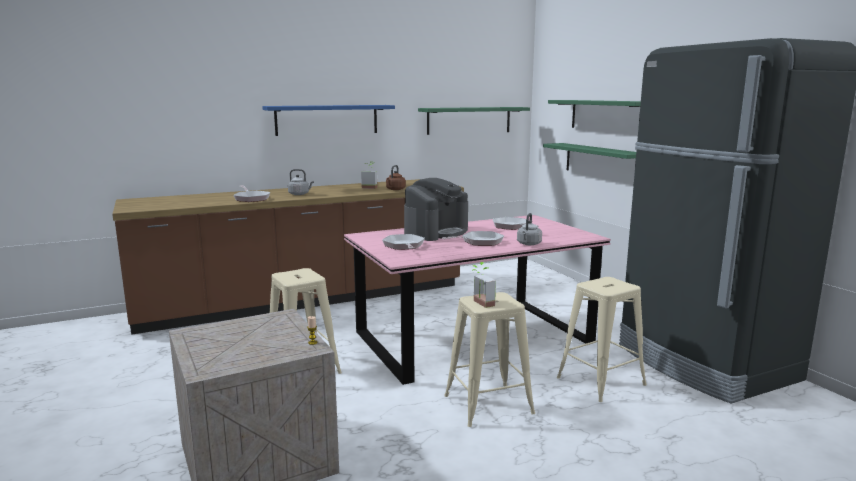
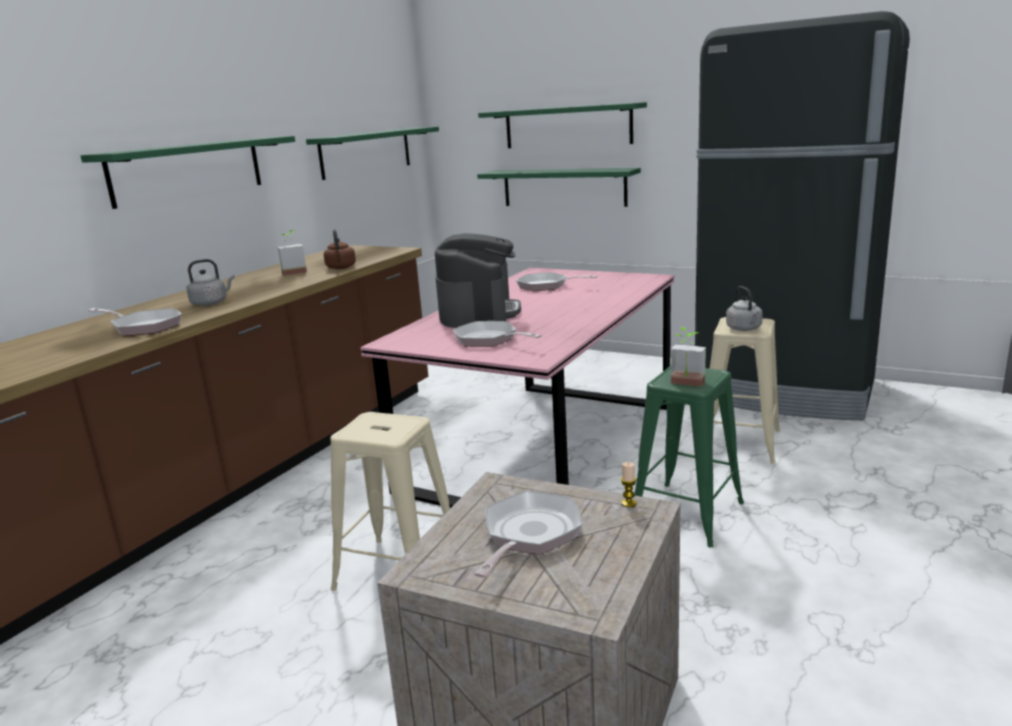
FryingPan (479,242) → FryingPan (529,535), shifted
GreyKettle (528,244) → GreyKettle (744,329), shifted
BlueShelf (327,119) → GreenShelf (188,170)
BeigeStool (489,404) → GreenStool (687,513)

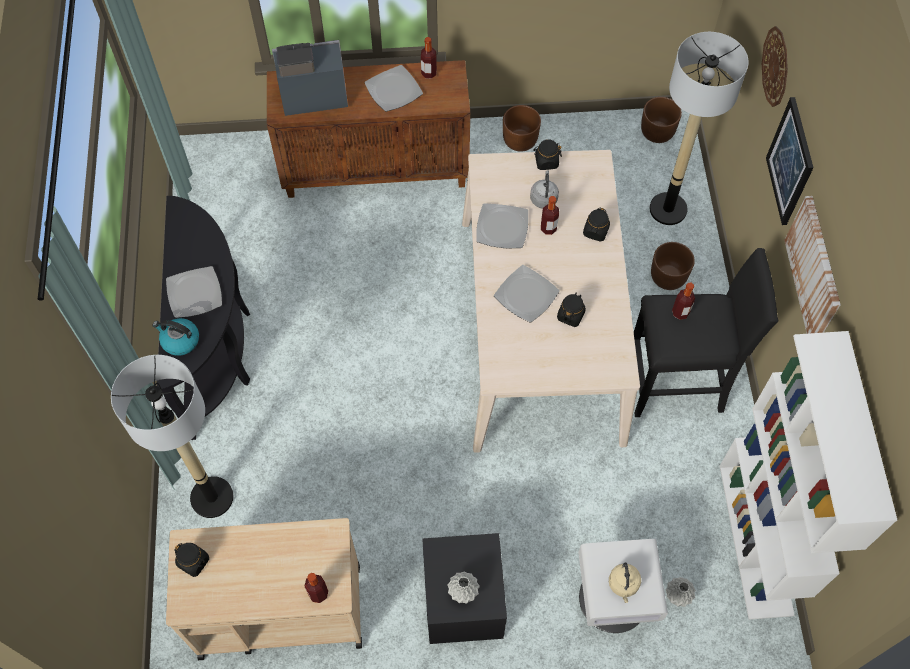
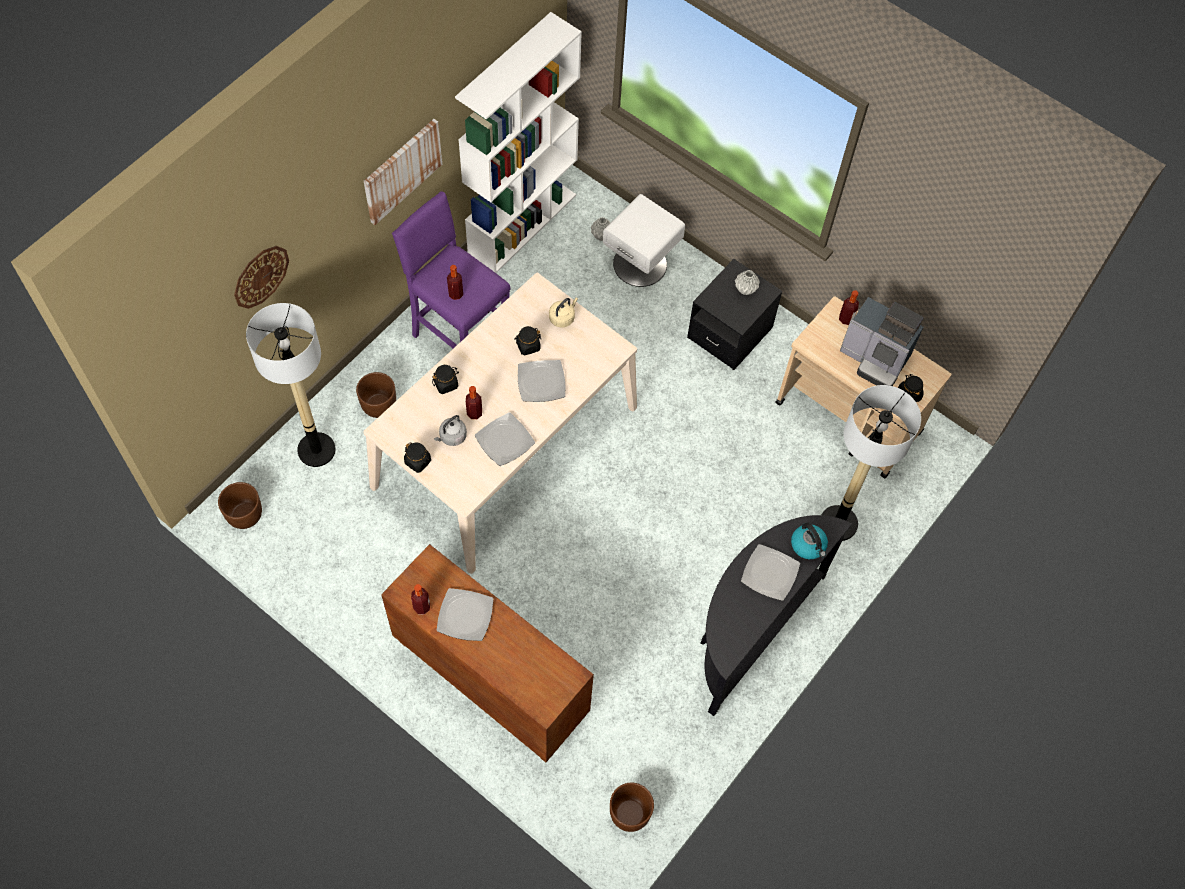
Picture (790,162) → -
CoffeeMachine (311,95) → CoffeeMachine (875,359), shifted
BrownPlanter (520,140) → BrownPlanter (630,813), shifted
BeigeKettle (623,585) → BeigeKettle (563,317), shifted
BlackStool (677,383) → PurpleStool (459,337)

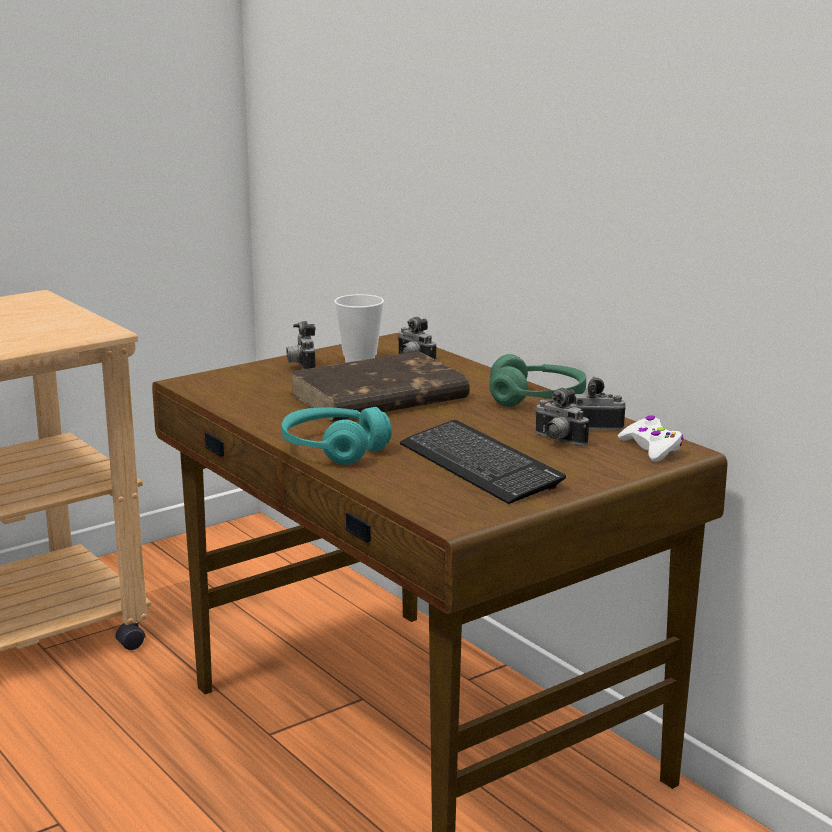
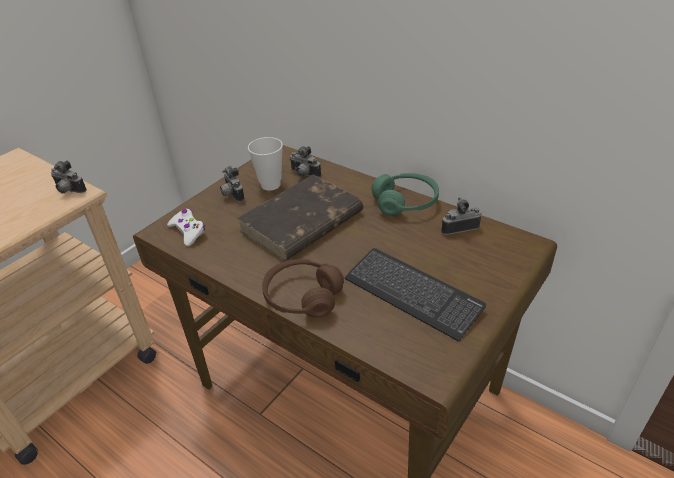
PhotoCamera (557,441) → PhotoCamera (69,191), shifted
WhiteGameController (651,448) → WhiteGameController (188,231), shifted
TurquoiseHeadphones (334,449) → BrownHeadphones (302,297)

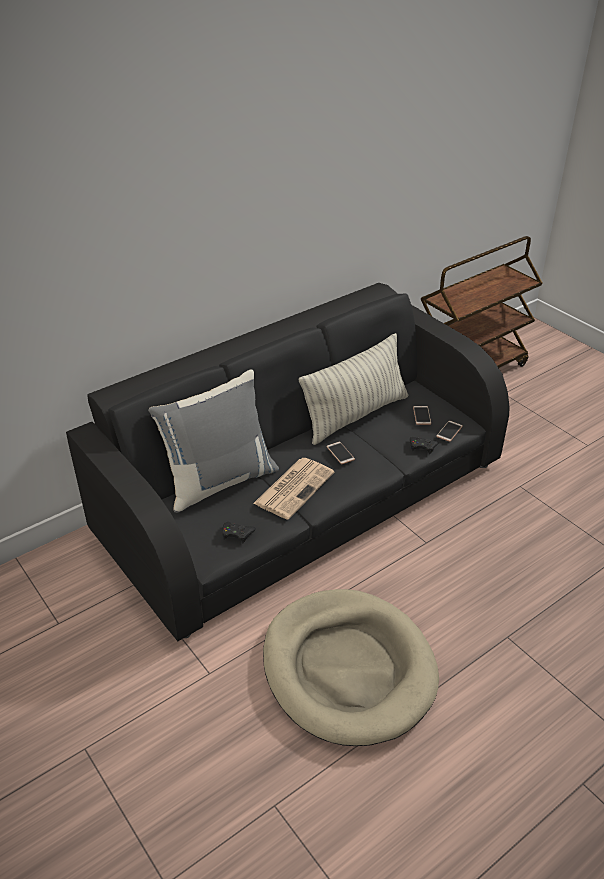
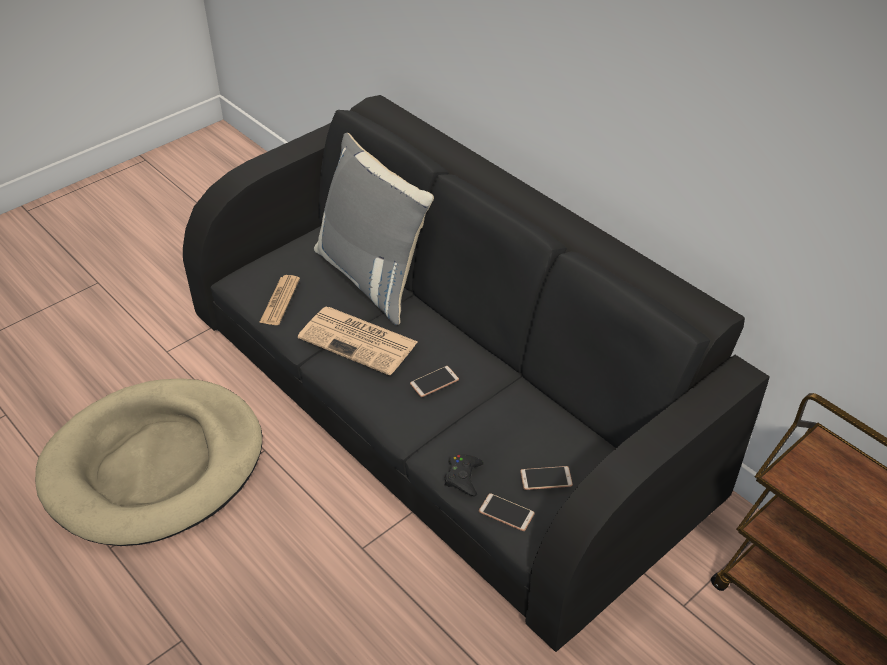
Pillow (355,415) → -
BlackGameController (237,534) → Newspaper (280,301)

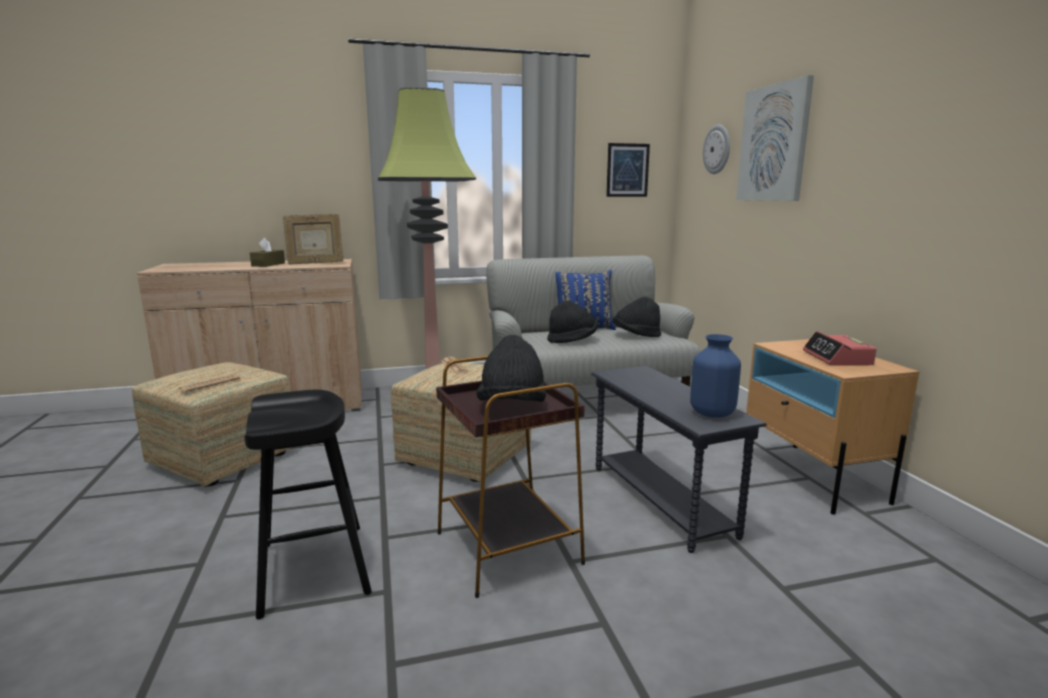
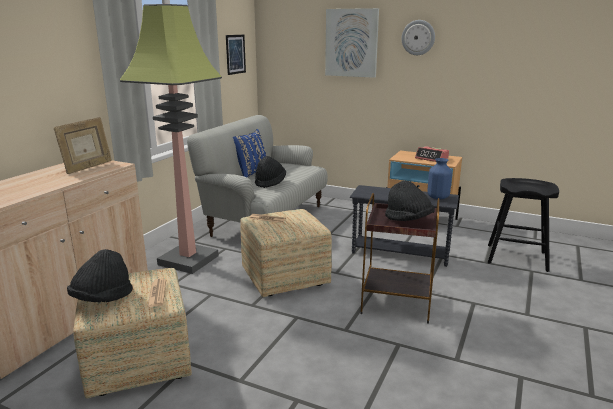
BrownTissueBox (268,264) → -
BlackStool (314,568) → BlackStool (516,258), shifted
BlackHat (636,335) → BlackHat (102,298), shifted
WallClock (717,149) → WallClock (418,37), shifted

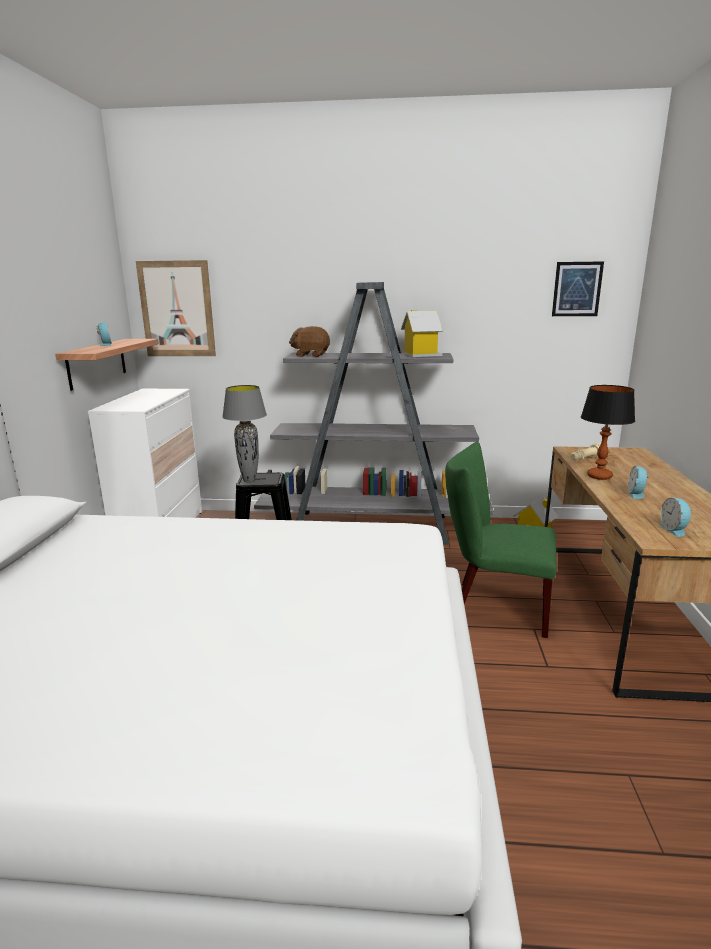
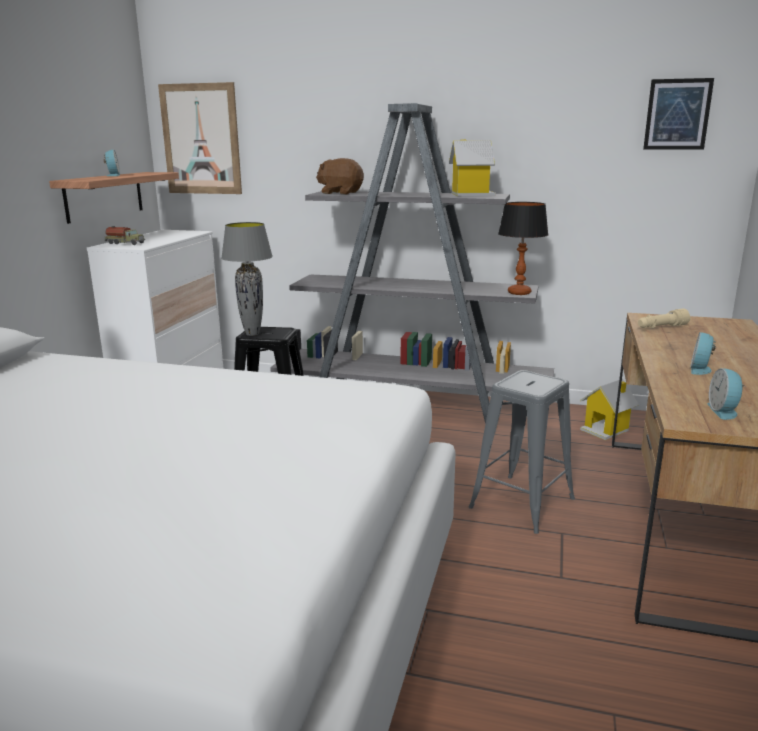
- → ToyTruck (126,243)
TableLamp (599,476) → TableLamp (519,293), shifted
GreenChair (494,606) → GreyStool (522,503)

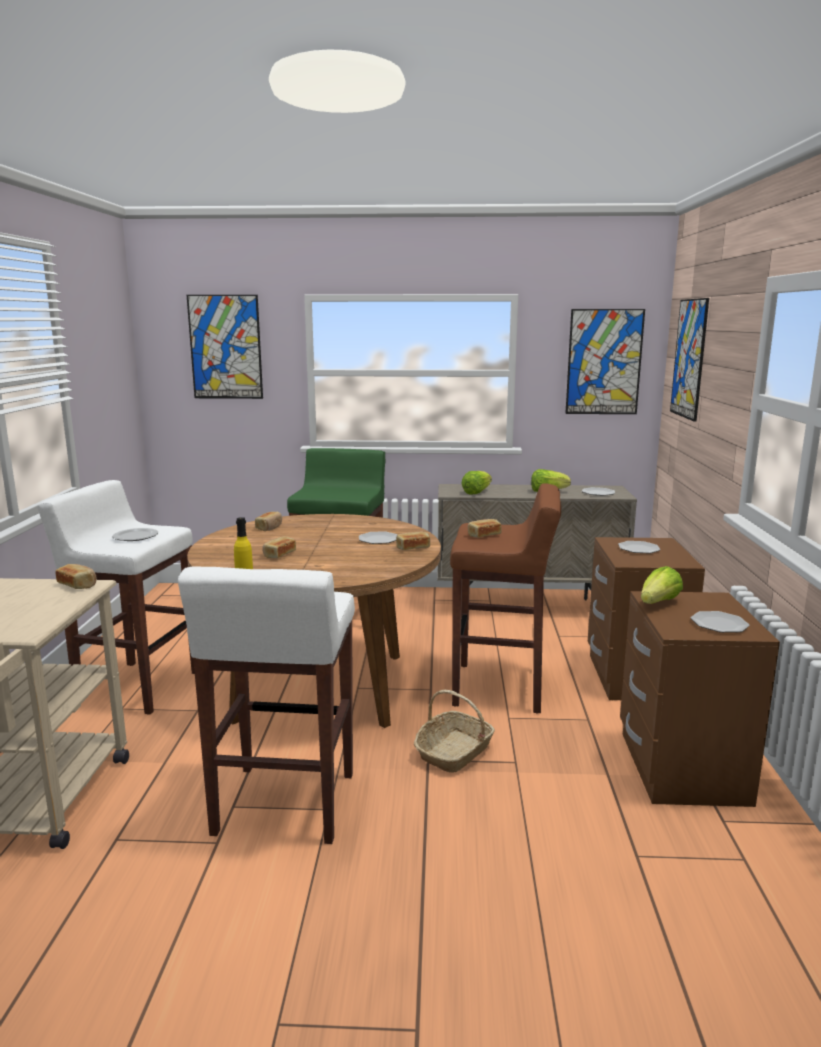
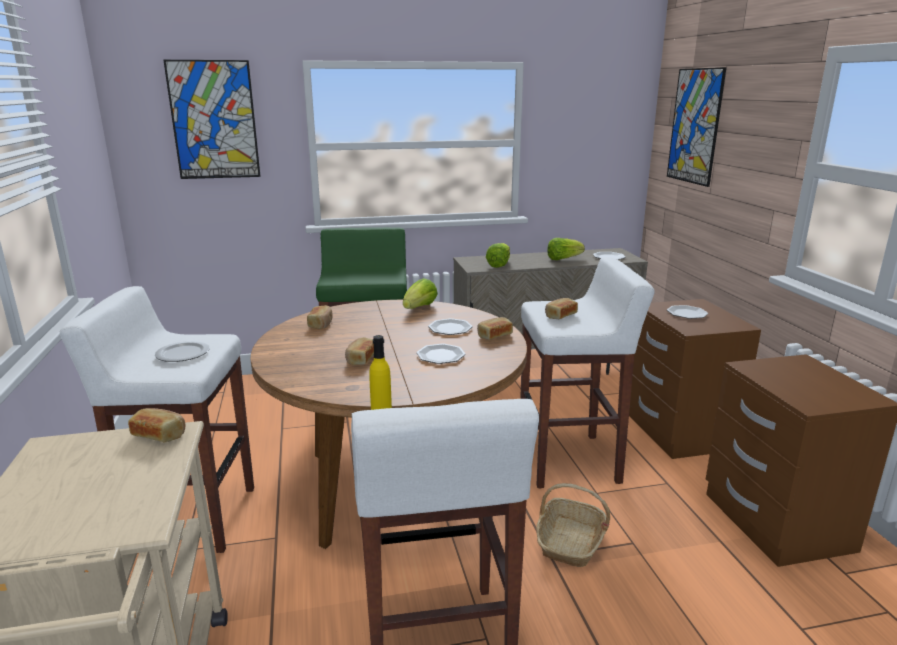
Picture (604,362) → -
Lettuce (658,603) → Lettuce (419,308), shifted
Plate (719,624) → Plate (441,356), shifted
BrownStool (500,688) → WhiteStool (570,461)

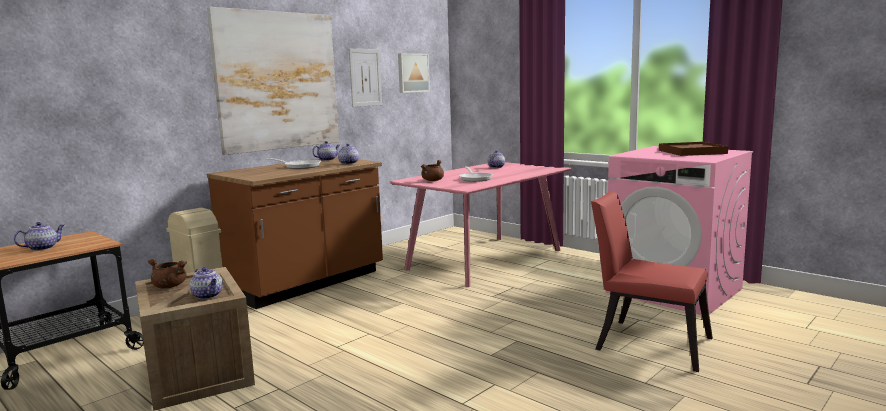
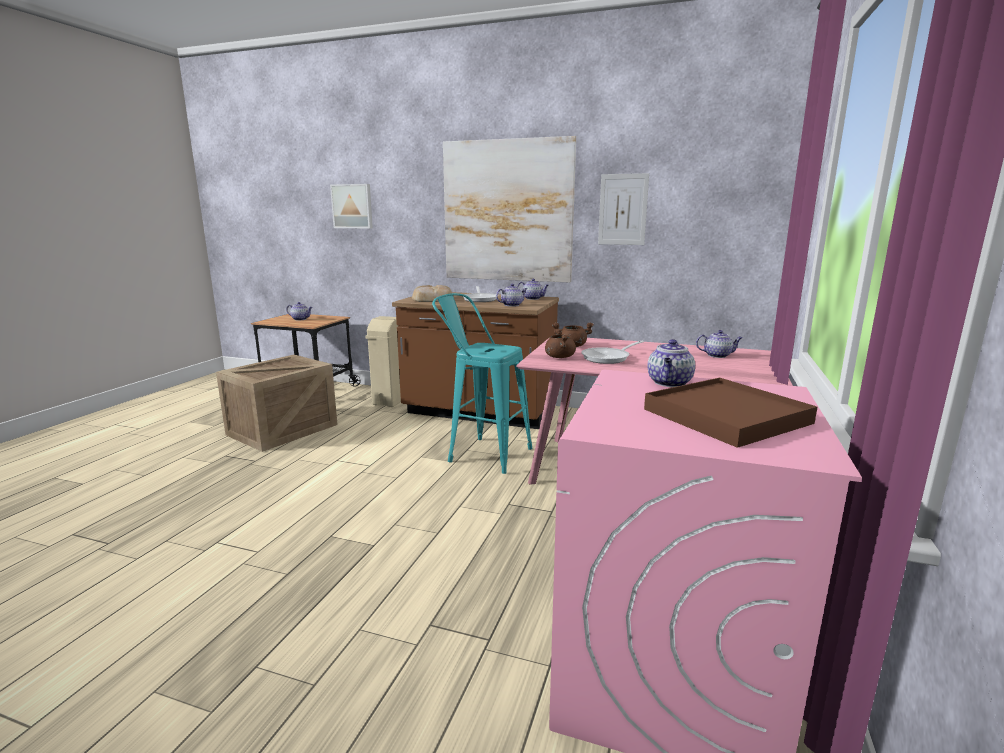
RedChair (646,342) → -
- → Bread (432,299)
- → TurquoiseStool (482,453)
BrownCookingPot (169,286) → BrownCookingPot (559,357), shifted
Teapot (208,296) → Teapot (670,383), shifted
Picture (412,73) → Picture (352,206), shifted

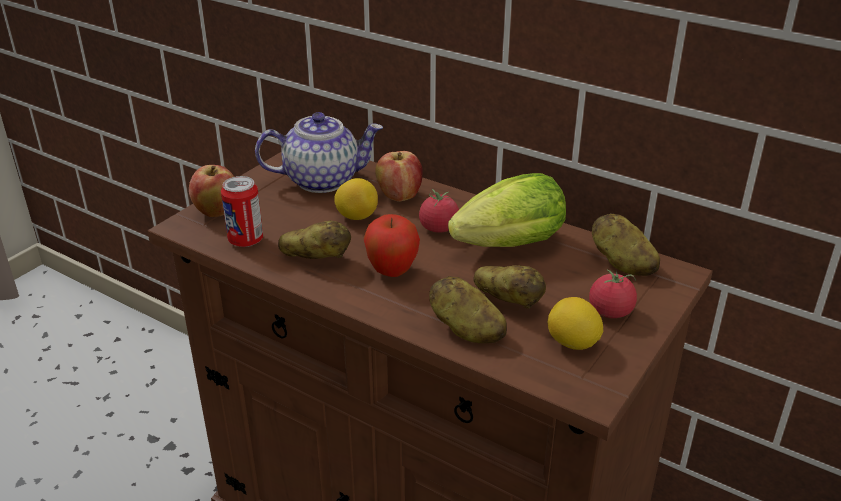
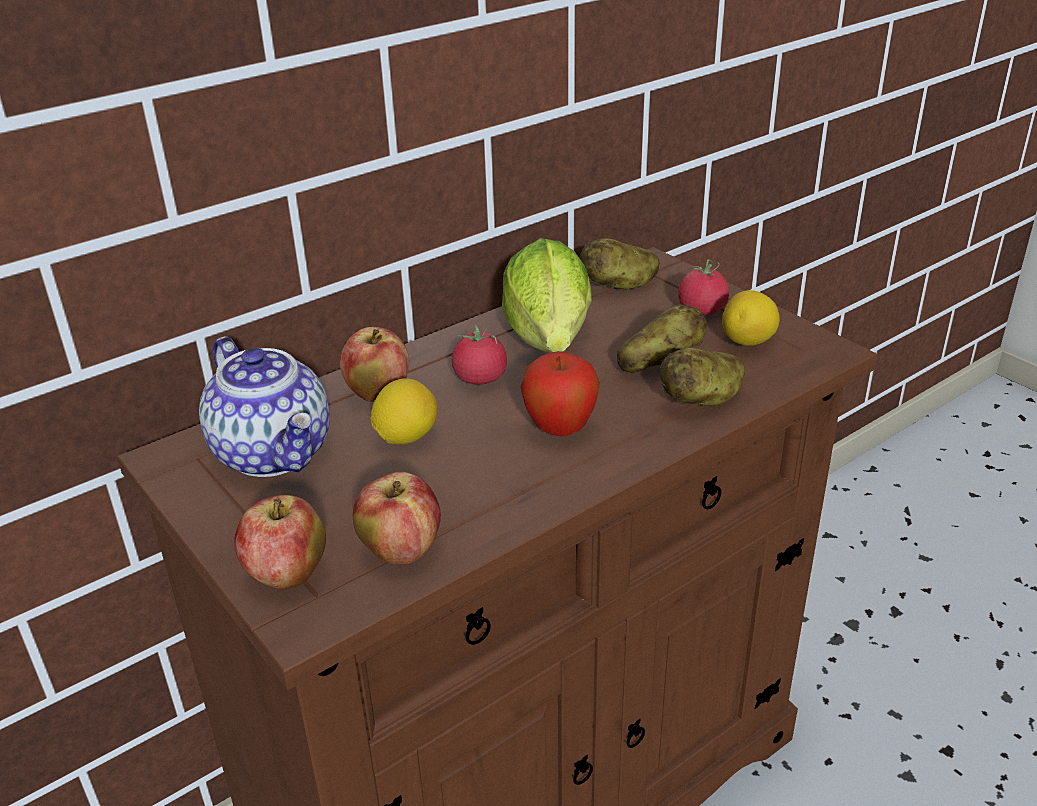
Potato (316,258) → -
Can (246,240) → Apple (401,551)
Teapot (322,180) → Teapot (275,452), 135 degrees clockwise

